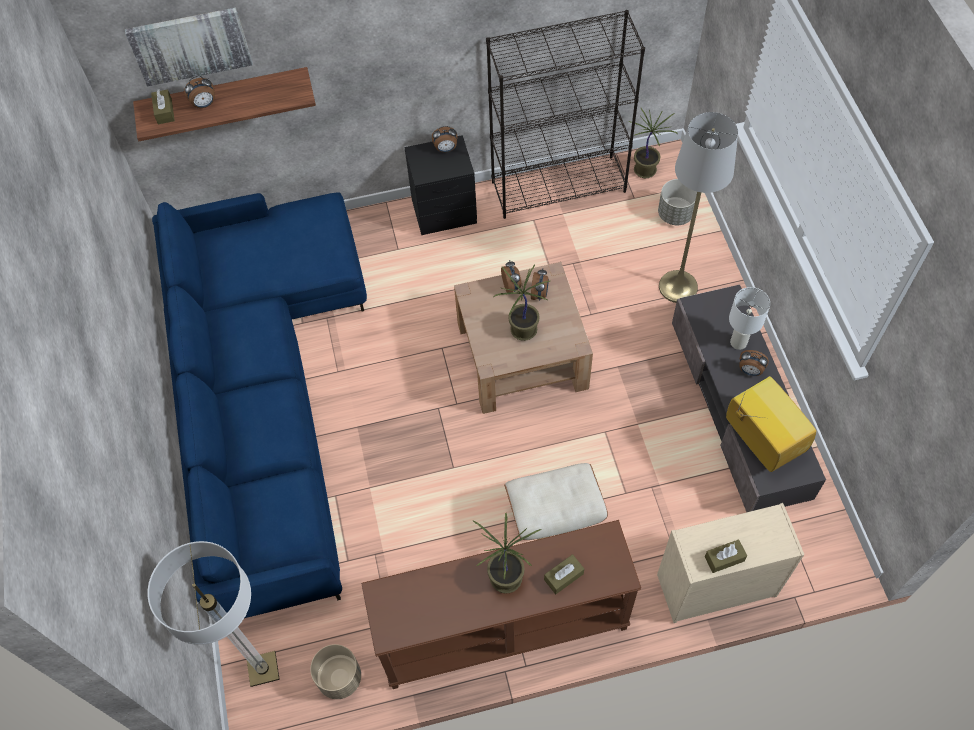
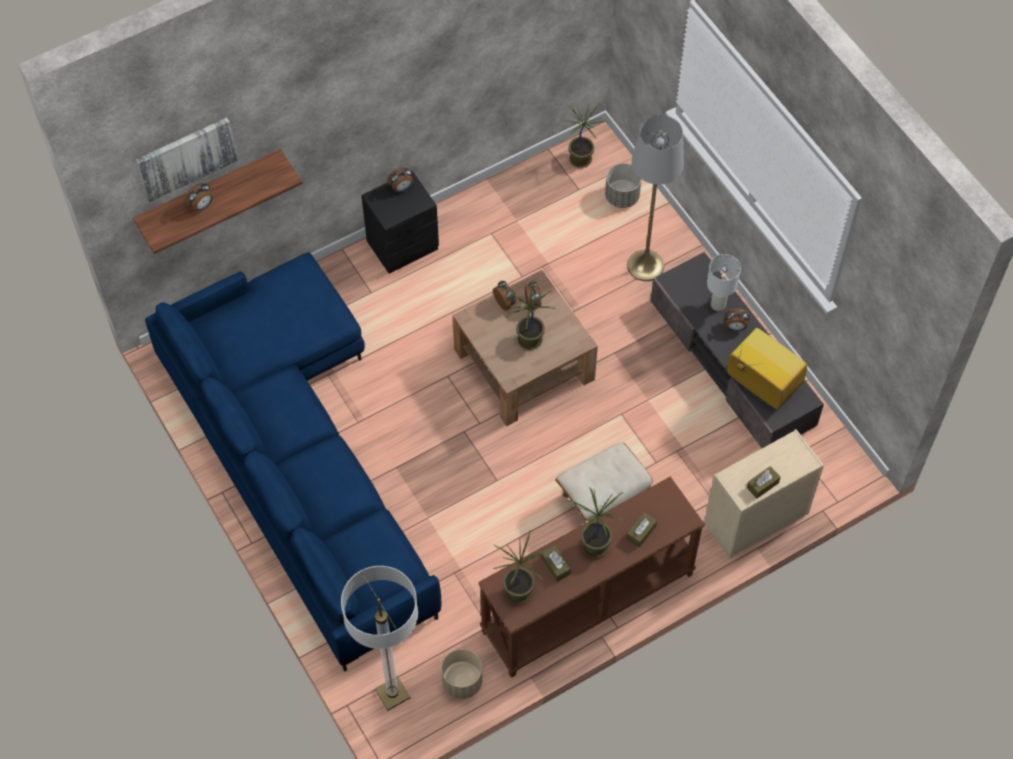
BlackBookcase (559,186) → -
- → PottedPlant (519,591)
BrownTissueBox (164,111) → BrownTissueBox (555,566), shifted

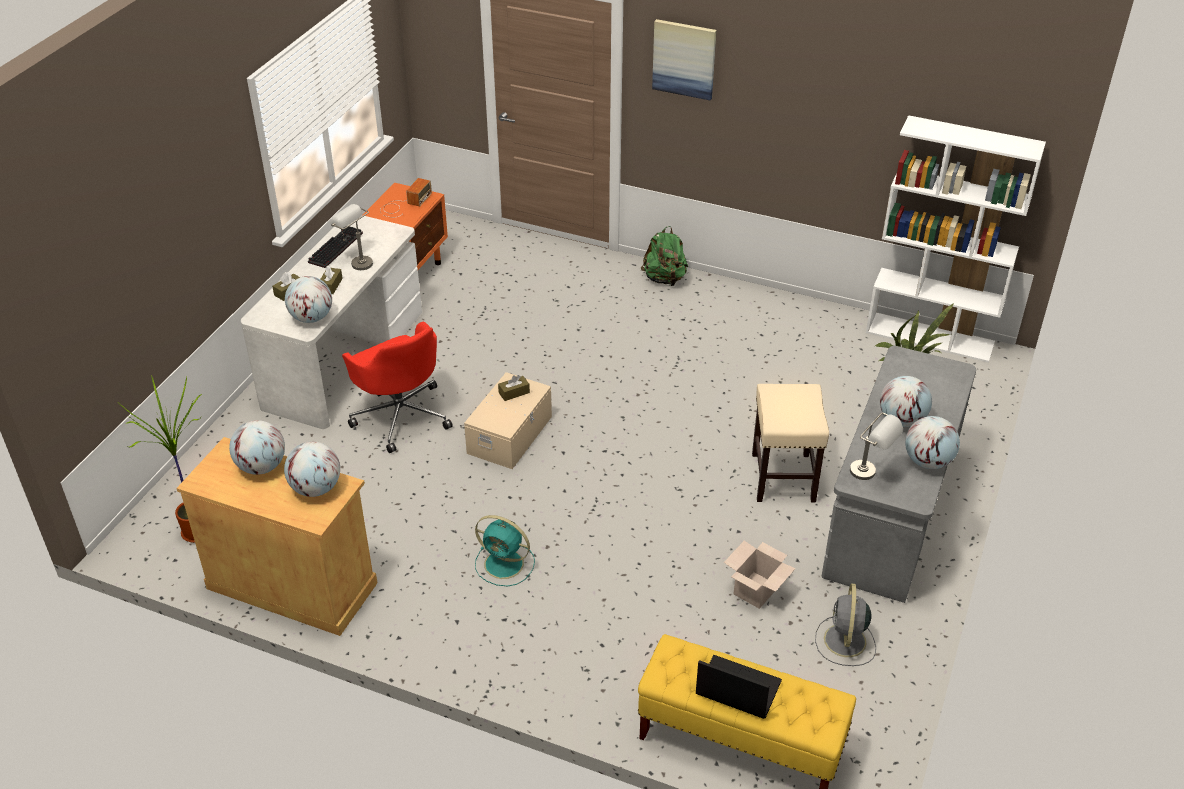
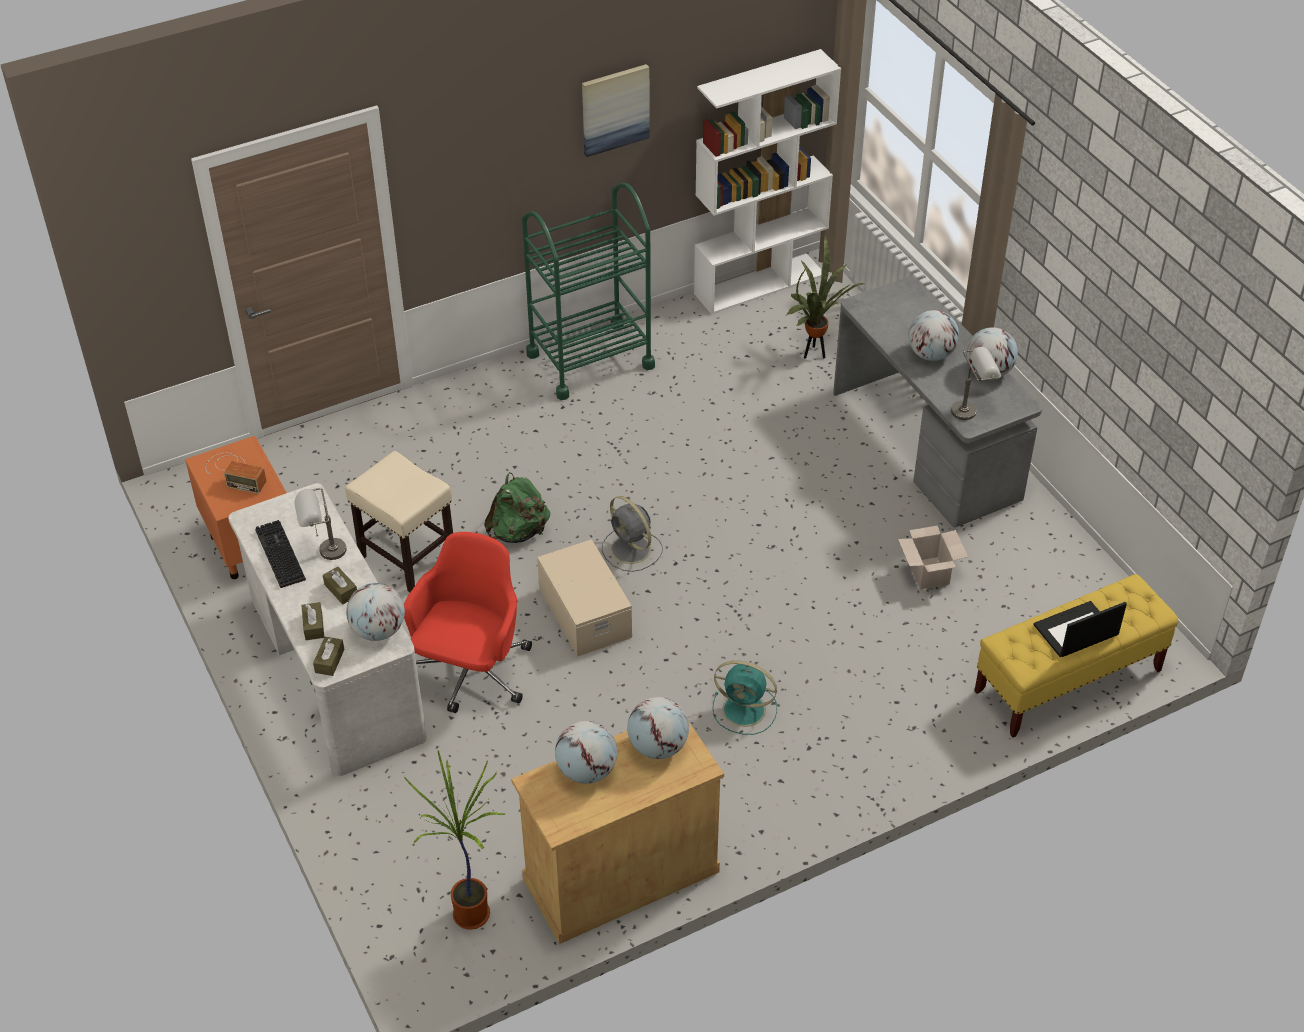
- → GreenCart (590,360)
BrownTissueBox (514,393) → BrownTissueBox (329,661), shifted
GreenBackpack (664,279) → GreenBackpack (518,532), shifted
Picture (684,59) → Picture (615,109), shifted
BeigeStool (782,476) → BeigeStool (406,557), shifted
GreyFan (845,642) → GreyFan (632,550), shifted
RedOfficeChair (401,415) → RedOfficeChair (471,673), 75 degrees counterclockwise
Radio (404,204) → Radio (235,472), 135 degrees clockwise
TurquoiseFan (505,564) → TurquoiseFan (746,710), 45 degrees clockwise

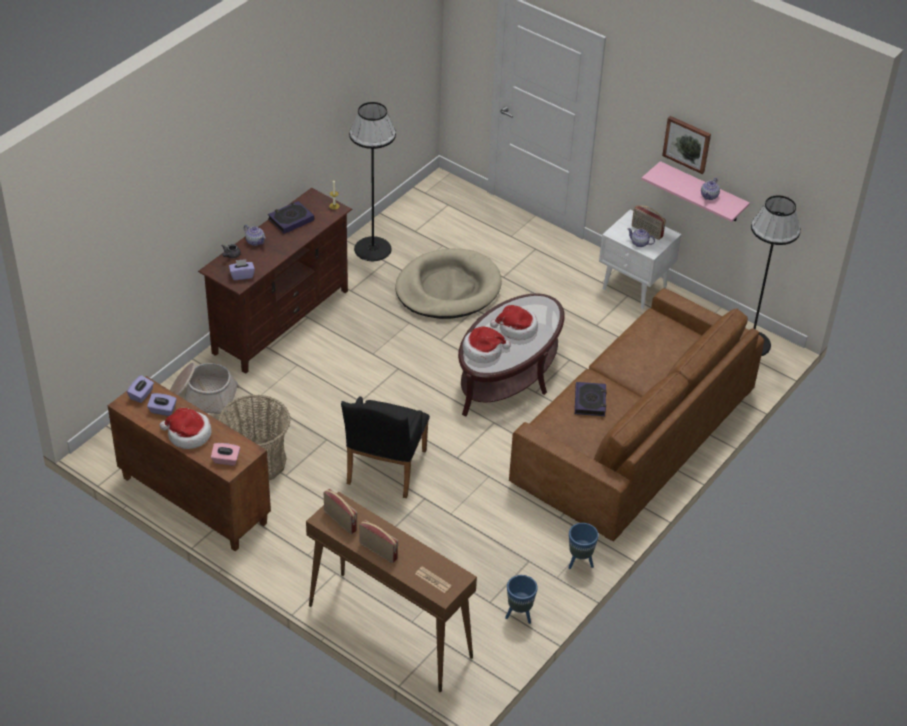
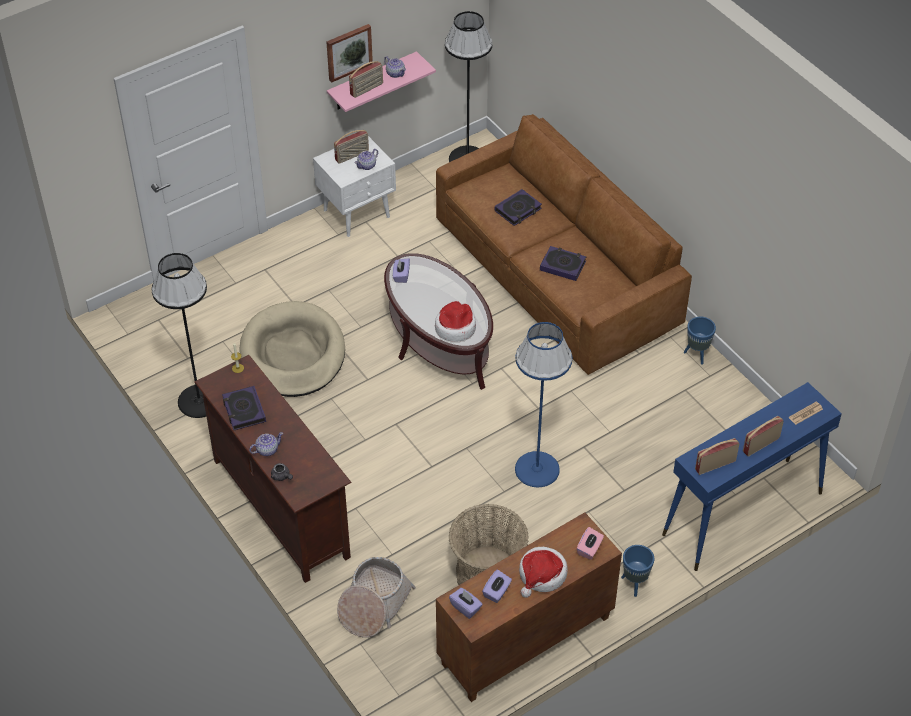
Hat (516,329) → -
- → Radio (367,89)
- → Book (518,210)
PurpleTissueBox (242,275) → PurpleTissueBox (401,275), shifted
BluePlanter (519,615) → BluePlanter (635,584), shifted
BlackArmchair (384,471) → BlueFloorLamp (537,469)
BrownConsoleTable (389,630) → BlueConsoleTable (742,514)

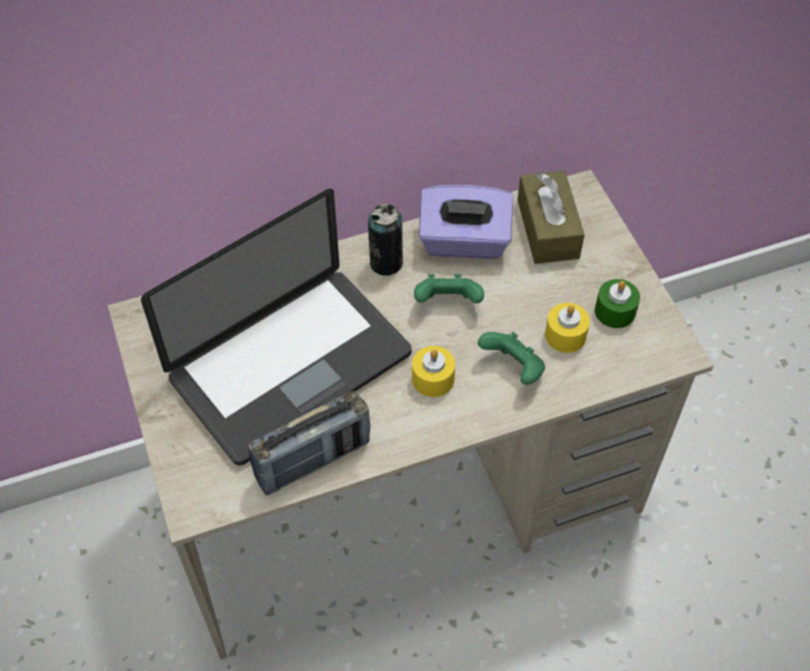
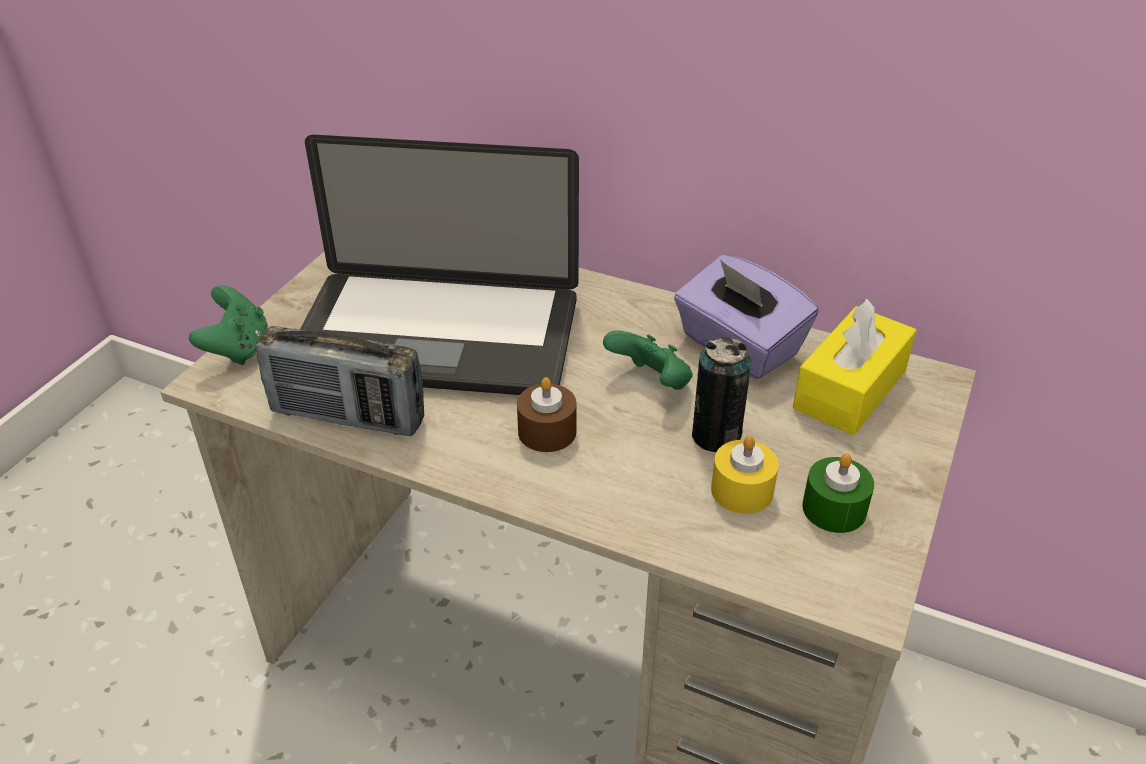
Can (386,263) → Can (716,436), shifted
GreenGameController (513,368) → GreenGameController (237,348), shifted
YellowCandle (433,379) → BrownCandle (547,431)
BrownTissueBox (547,229) → YellowTissueBox (850,389)

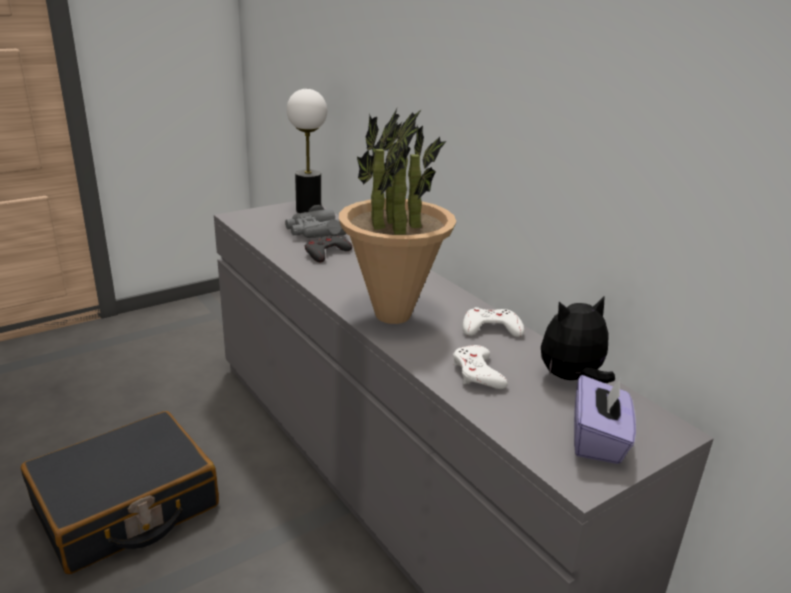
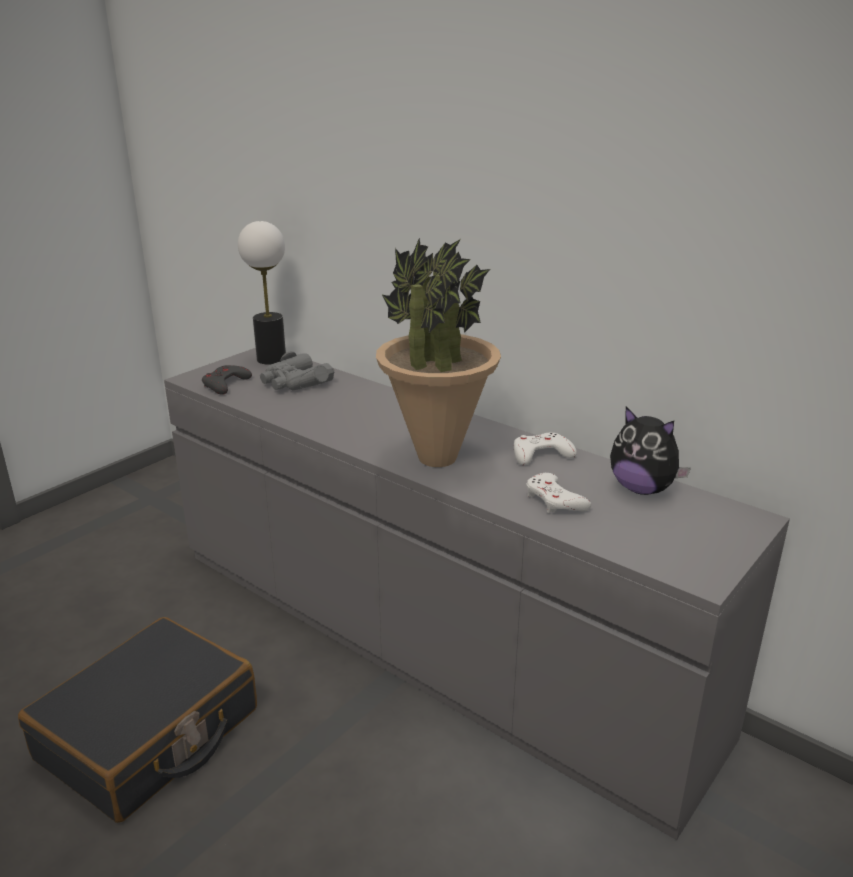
PurpleTissueBox (598,440) → -
GreyGameController (326,253) → GreyGameController (225,384), shifted
PlushToy (571,379) → PlushToy (642,489), 105 degrees counterclockwise

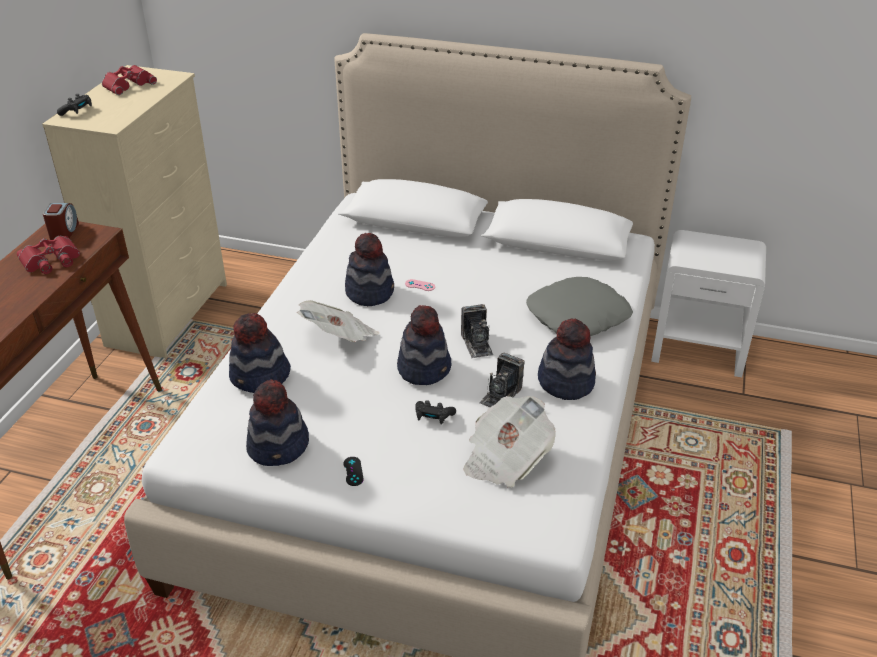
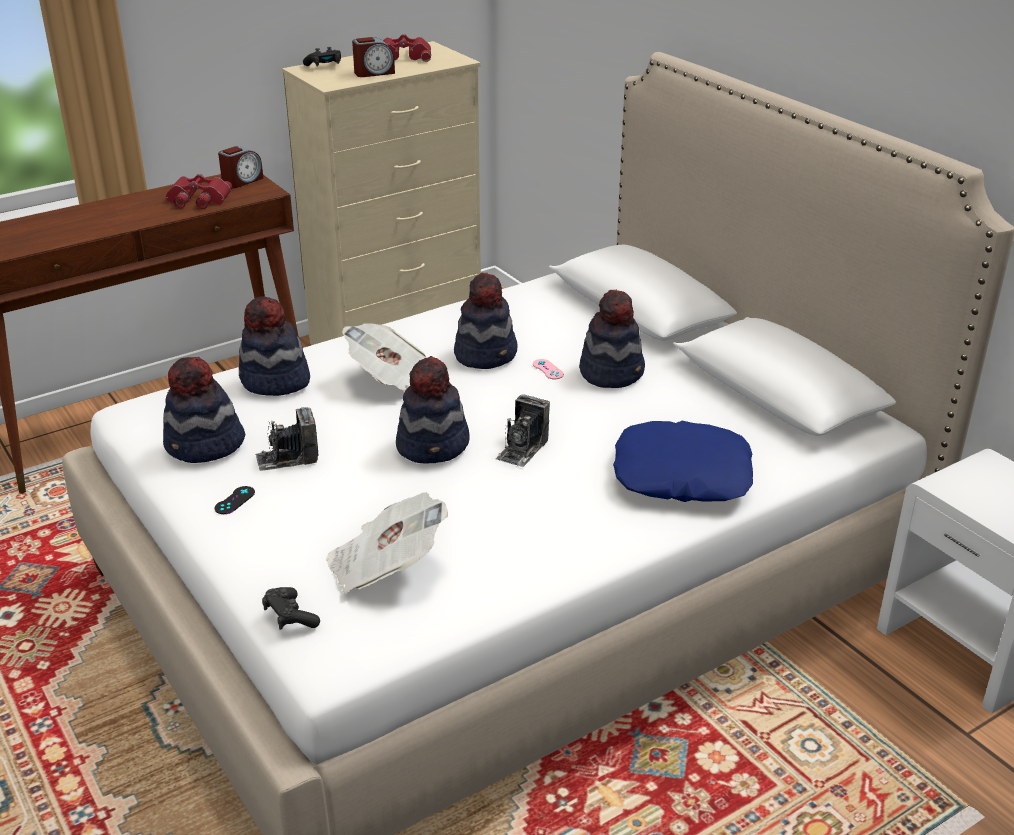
- → AlarmClock (374,73)
BlackGameController (433,417) → BlackGameController (290,617), shifted
PhotoCamera (501,395) → PhotoCamera (287,458), shifted
Hat (566,382) → Hat (612,372), shifted
GreyPillow (577,315) → BluePillow (682,474)

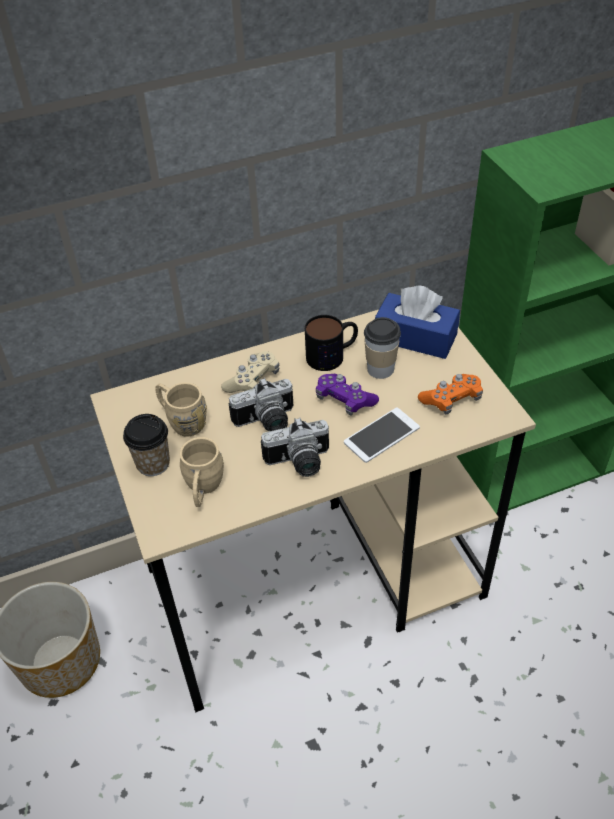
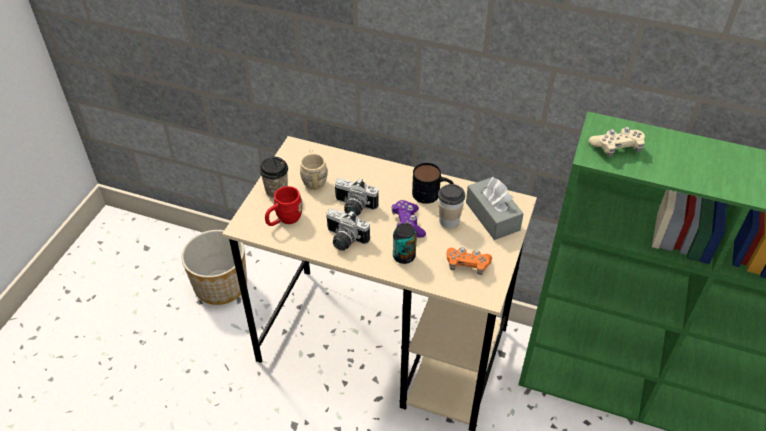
BeigeGameController (252,381) → BeigeGameController (616,148), shifted
Phone (381,435) → Can (404,256)
BeigeMug (203,489) → RedMug (284,220)
BlueTissueBox (415,337) → GreyTissueBox (492,216)

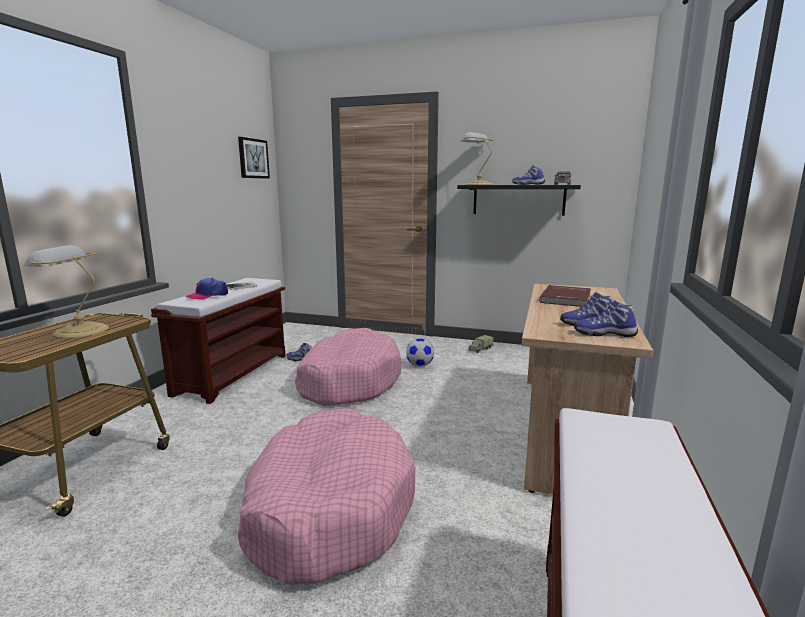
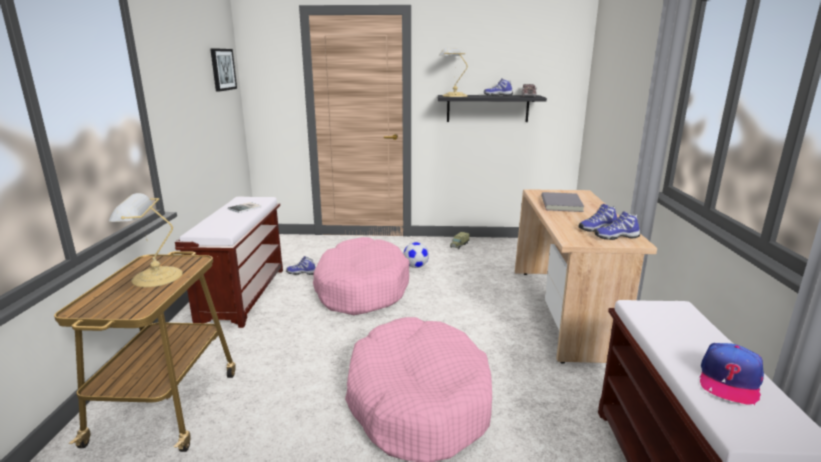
Cap (207,295) → Cap (729,380), shifted
RedBook (567,298) → GreyBook (562,204)

